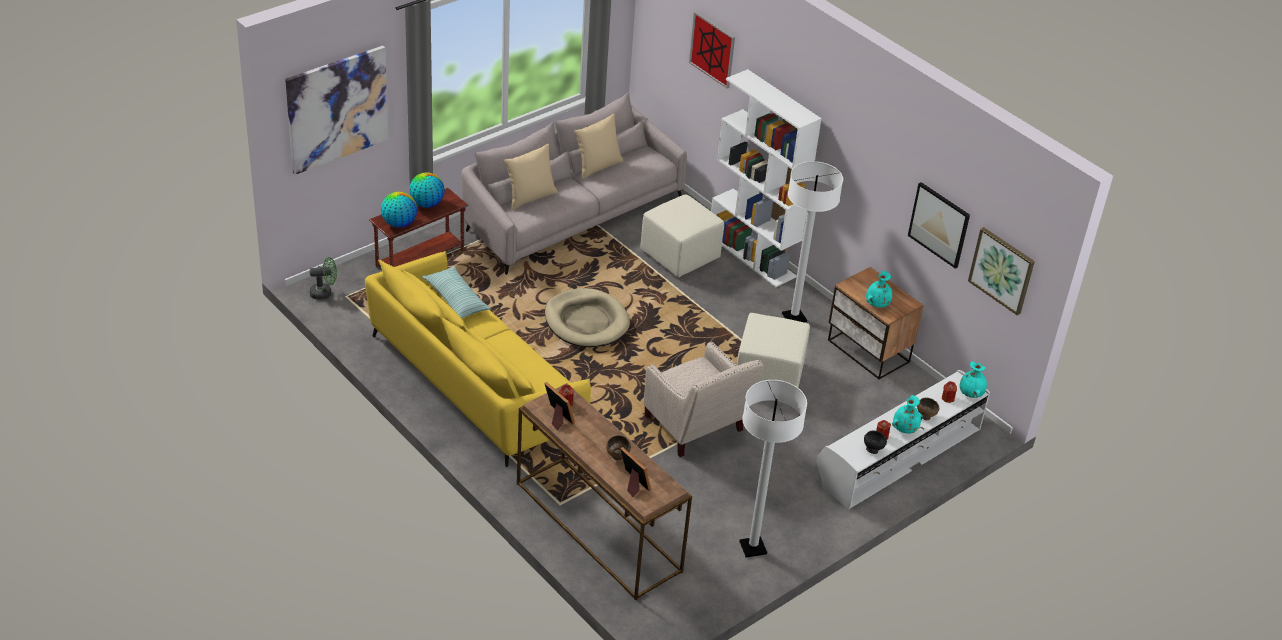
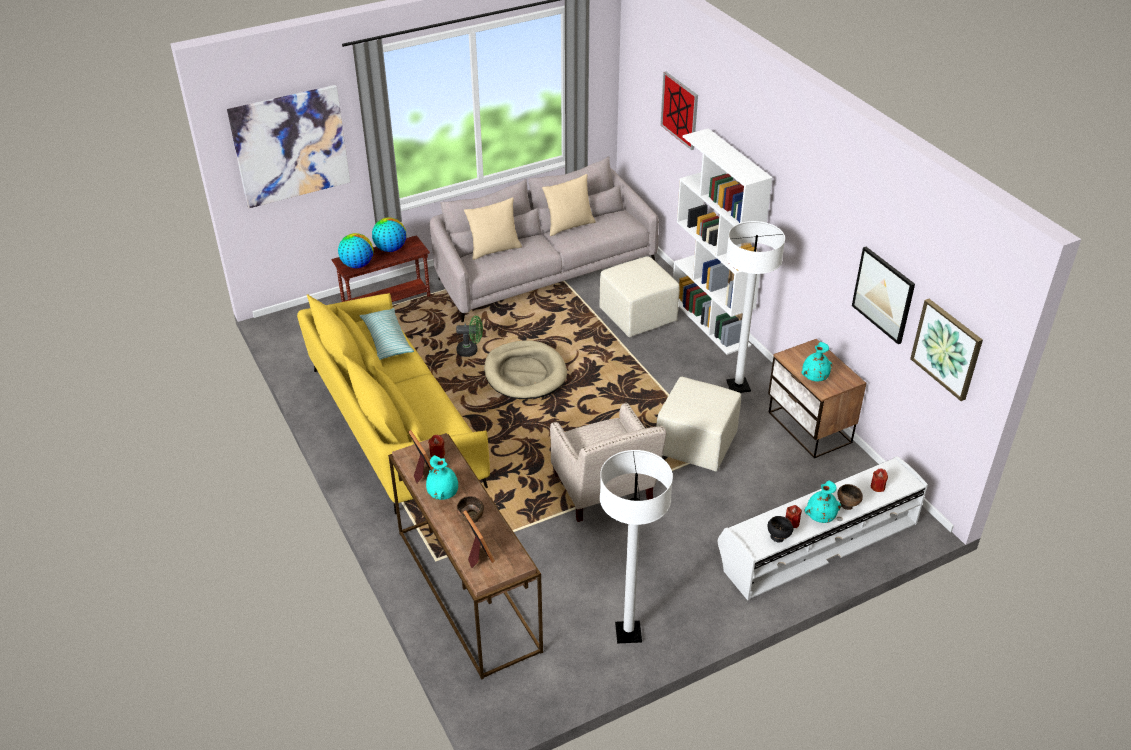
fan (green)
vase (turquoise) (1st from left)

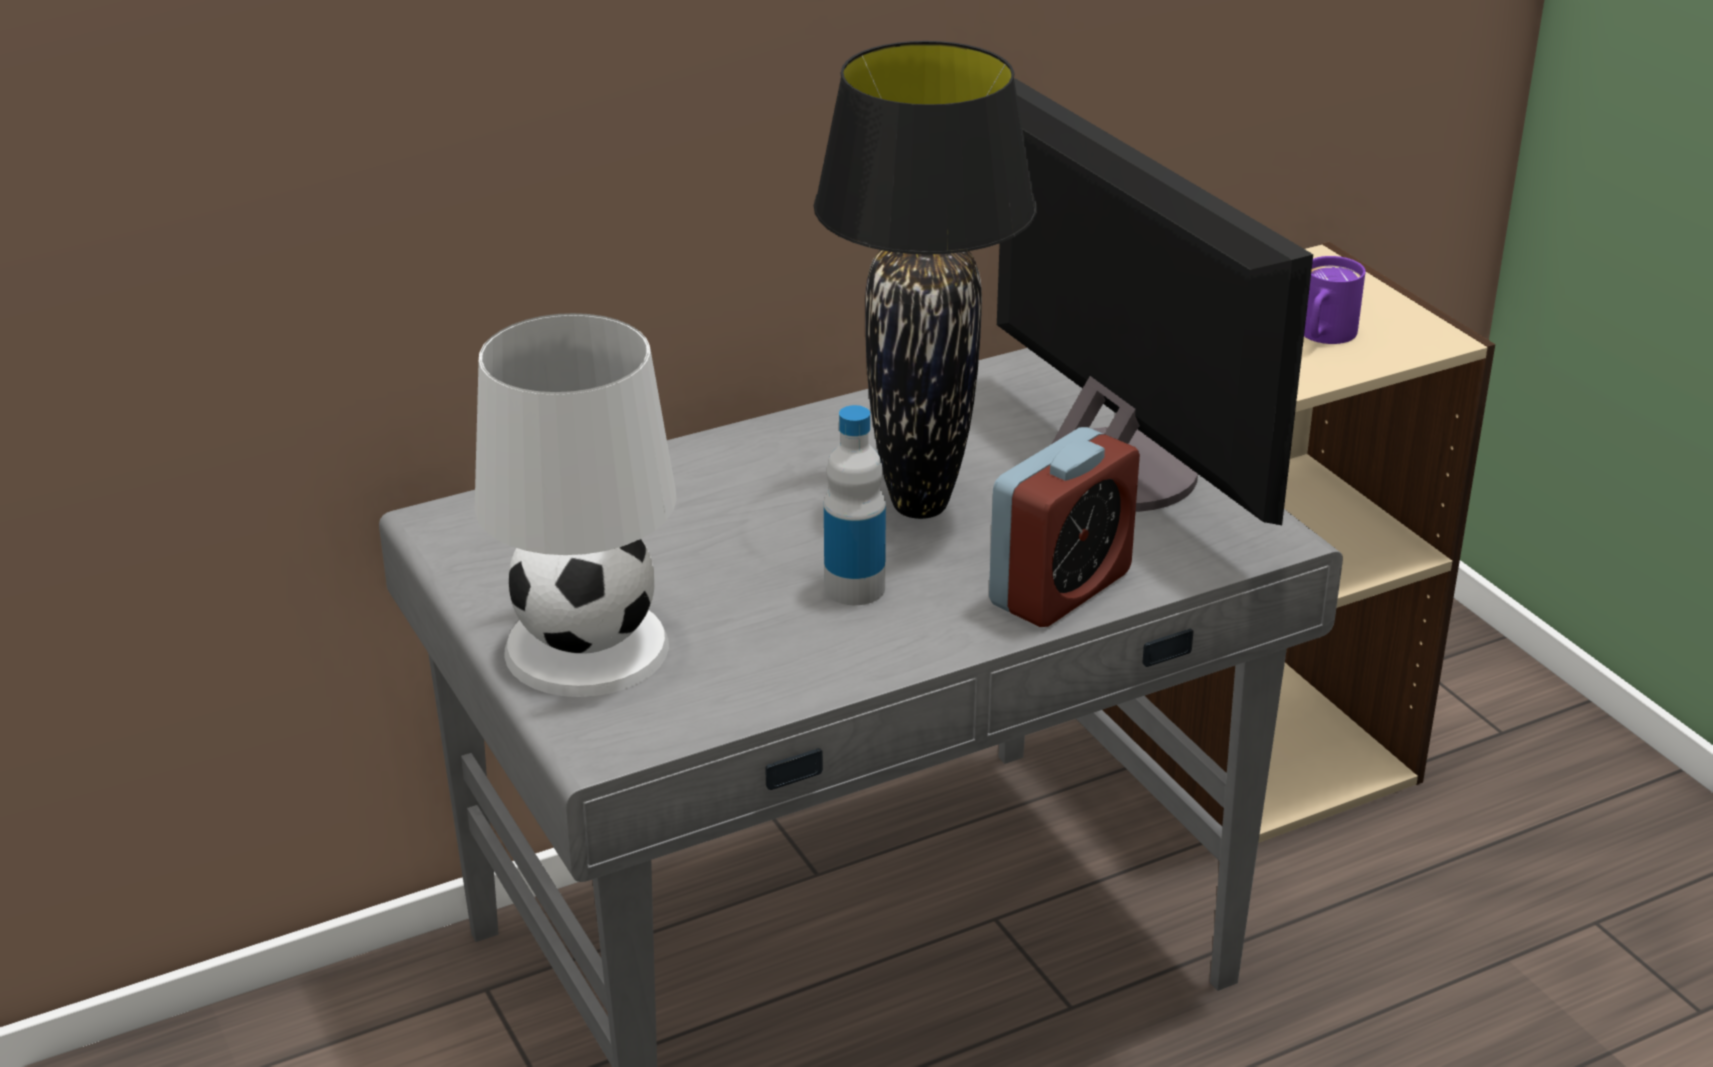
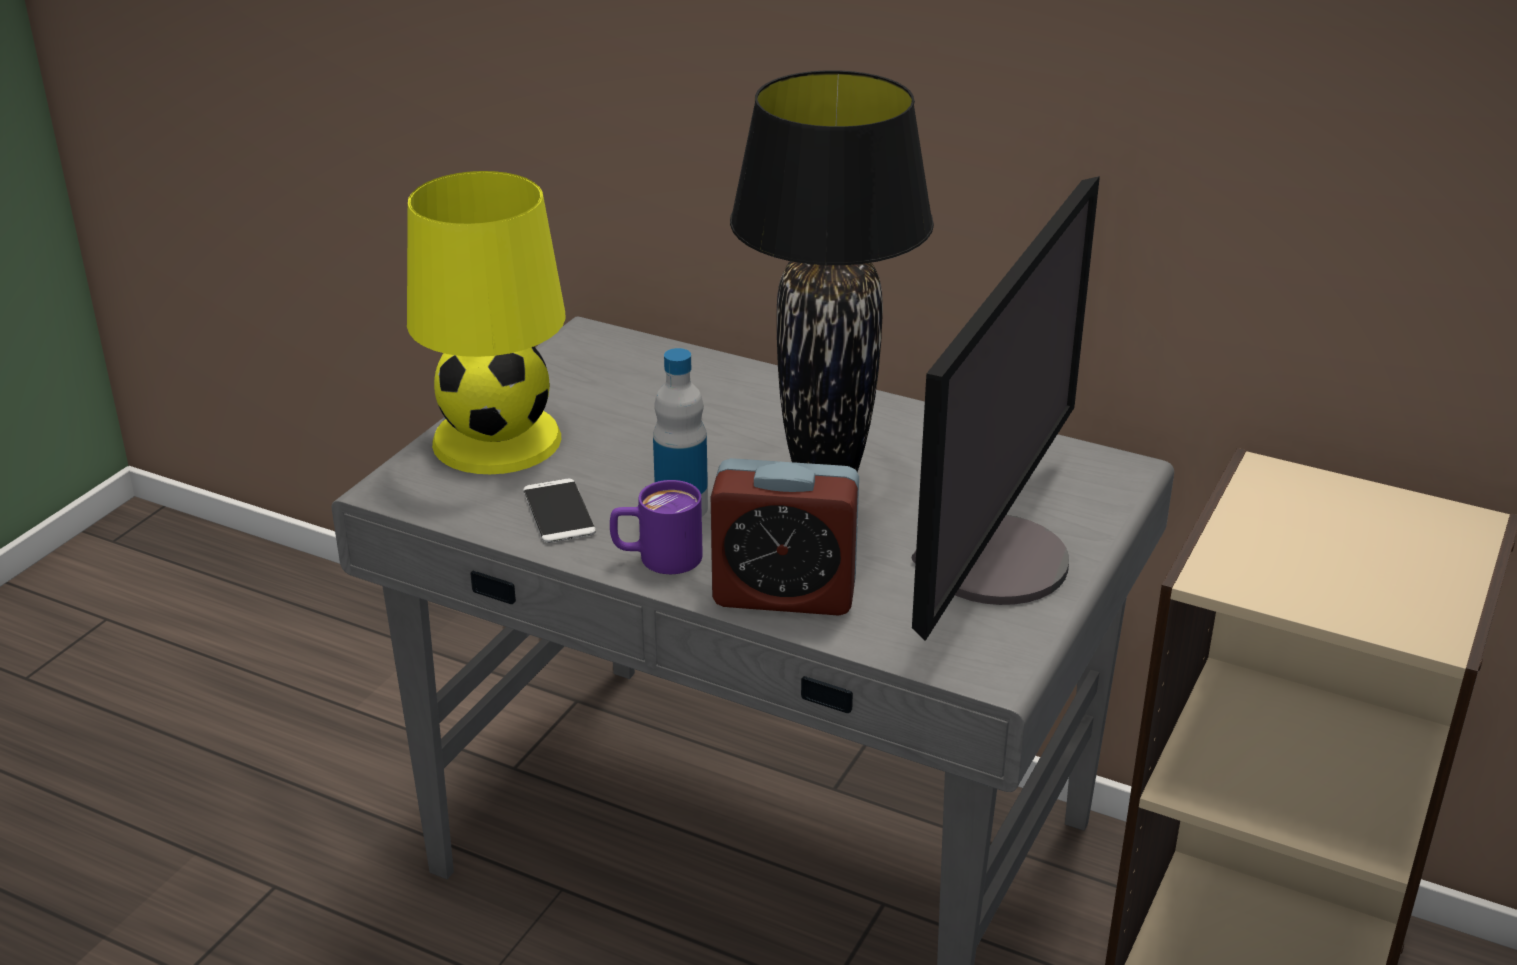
table lamp (yellow)
mug (purple)
phone

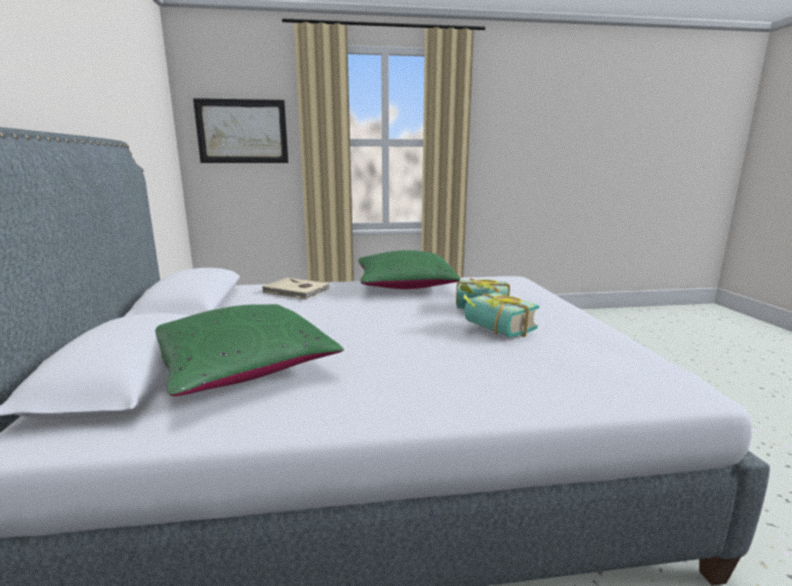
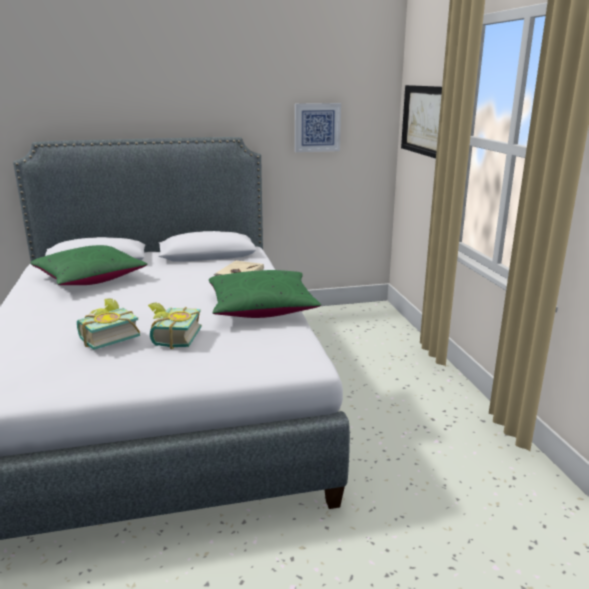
picture (1st from left)

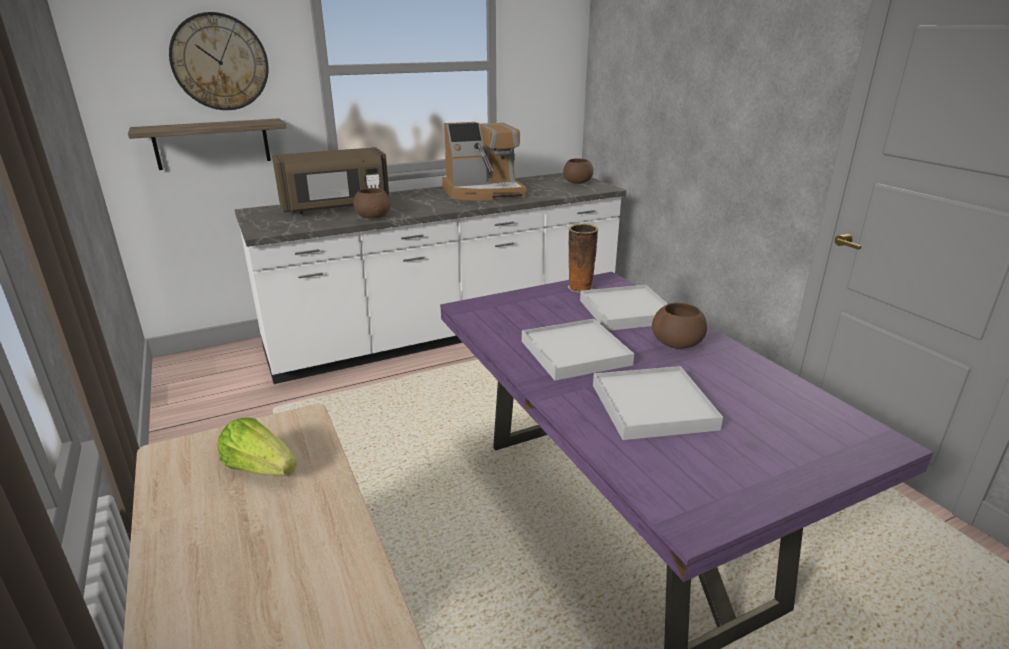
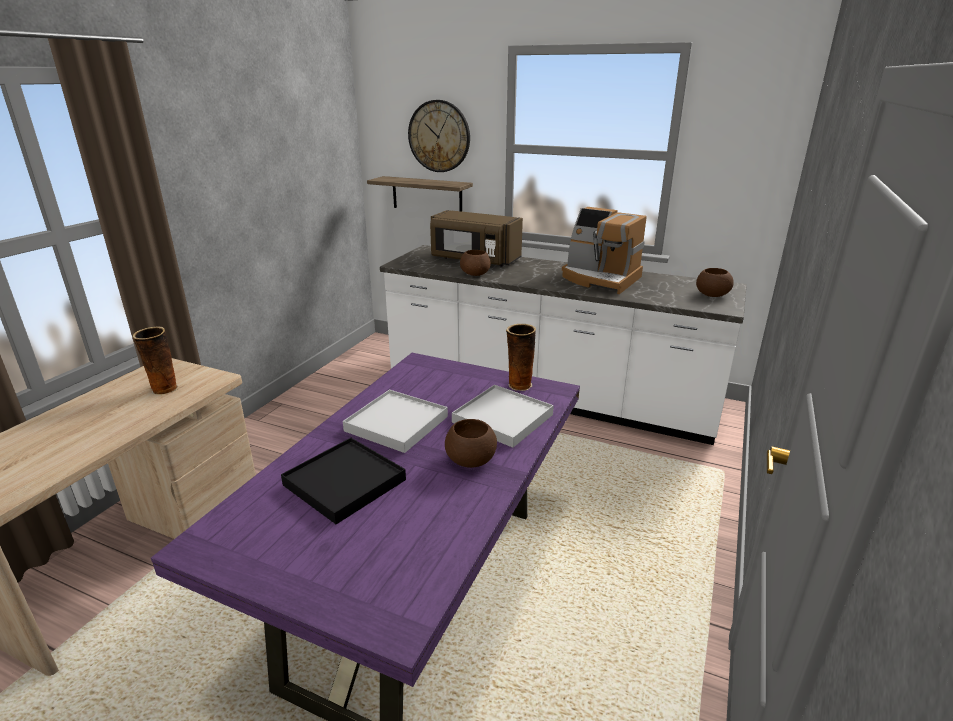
vase (1st from left)
tray (black)

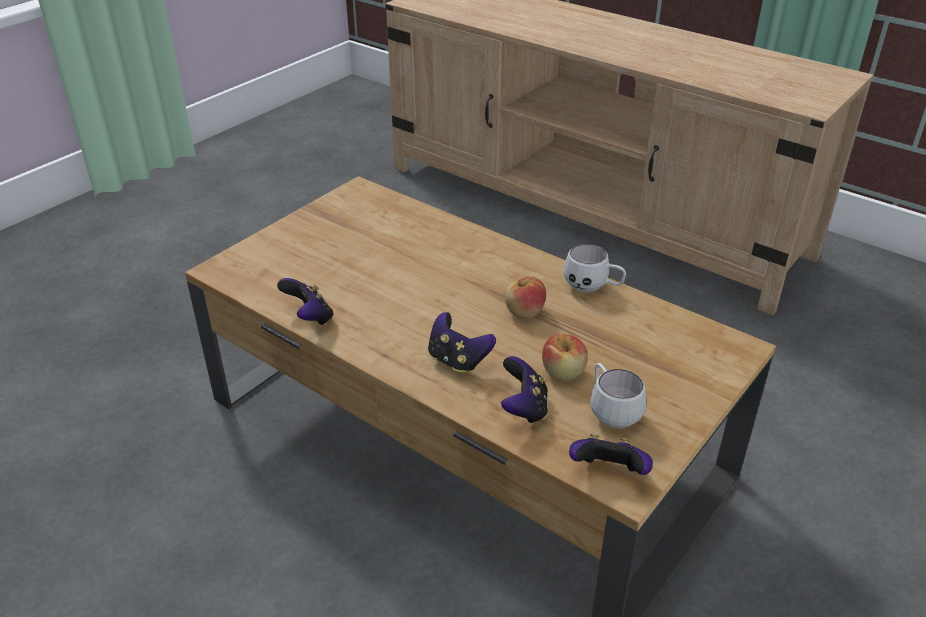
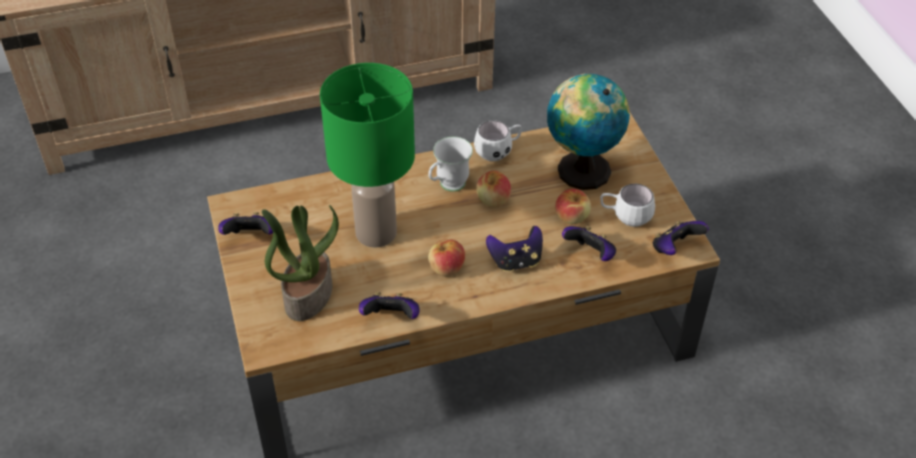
game controller (1st from left)
potted plant
table lamp (green)
mug (white) (1st from left)
apple (1st from left)
globe

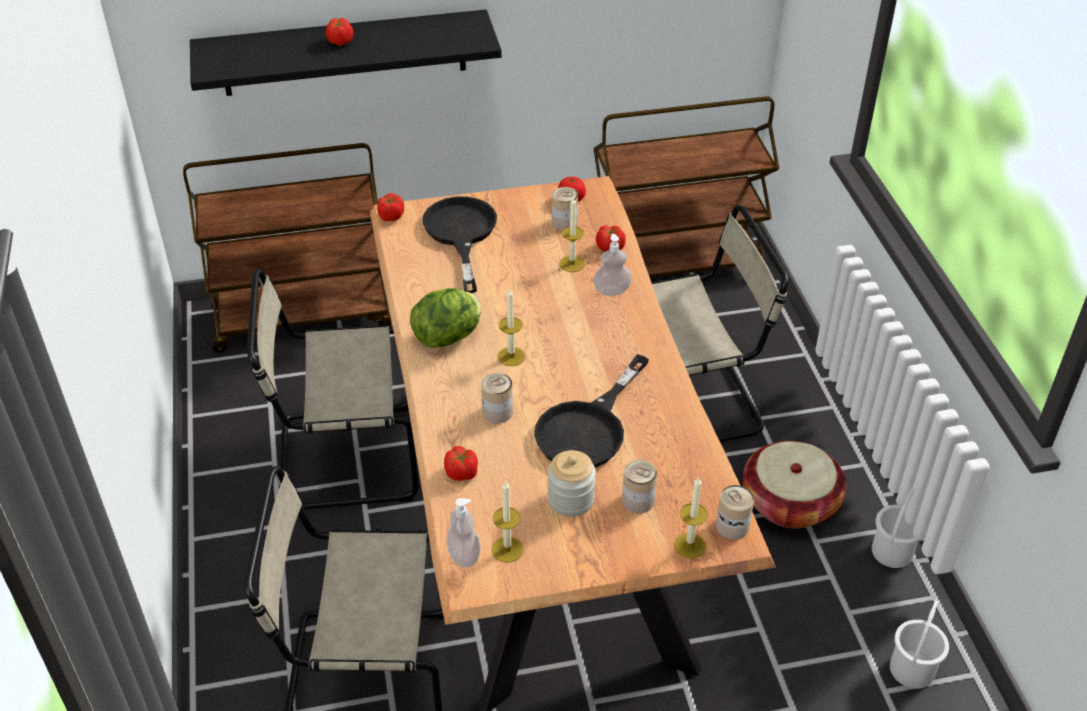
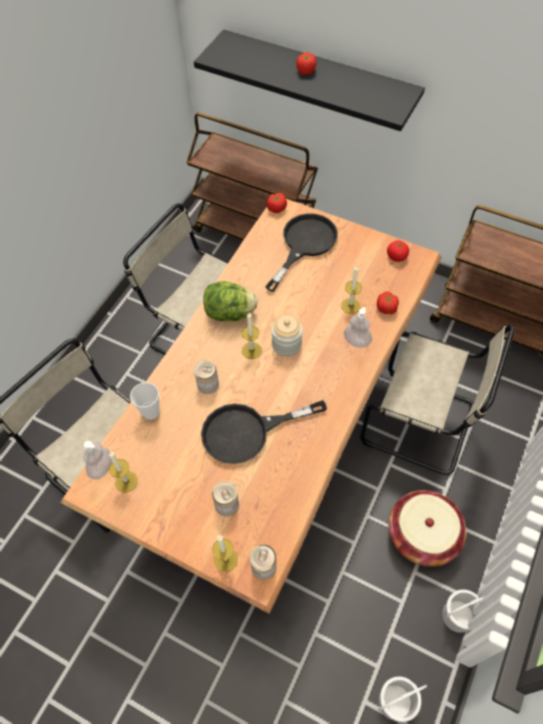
cup
jar
can (2nd from left in the first image)

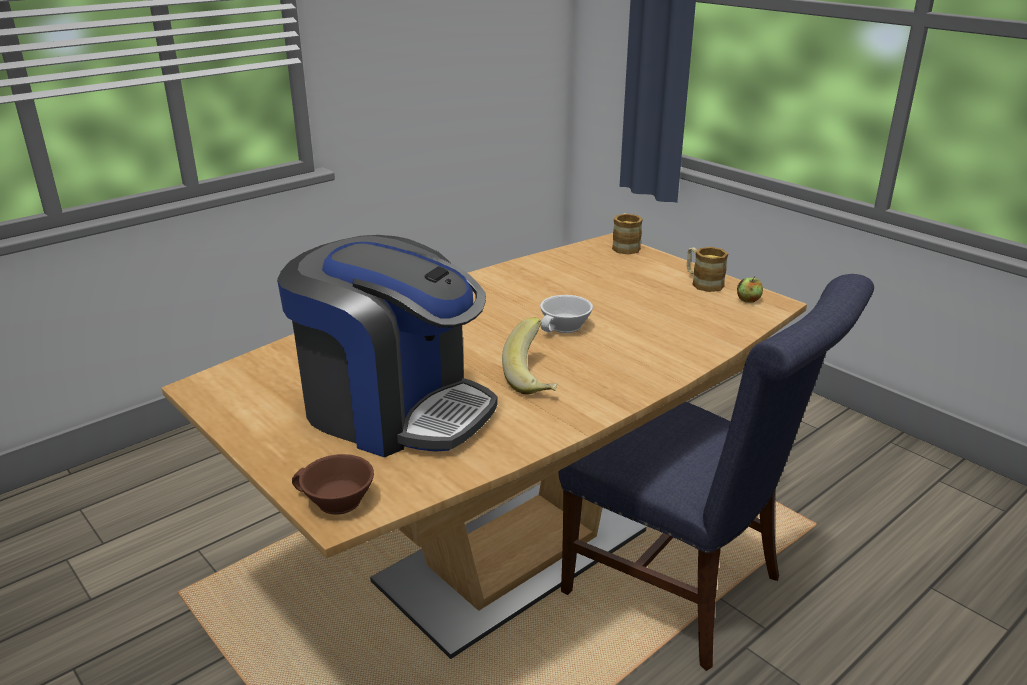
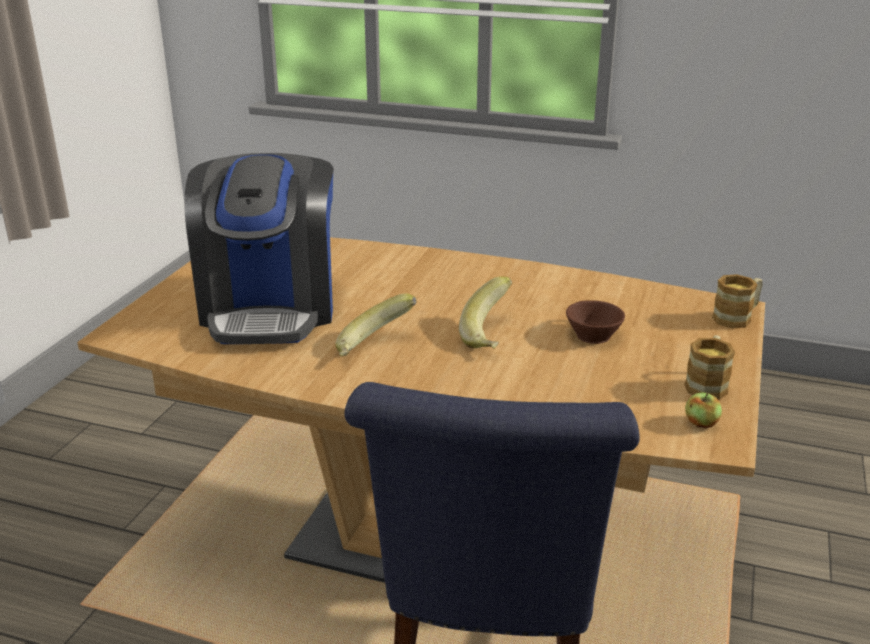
cup (brown)
banana (2nd from left)

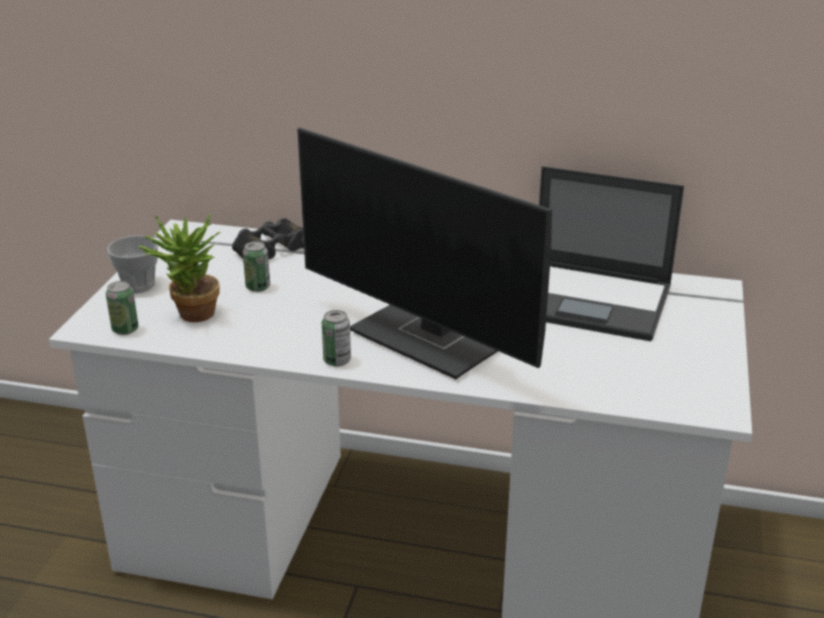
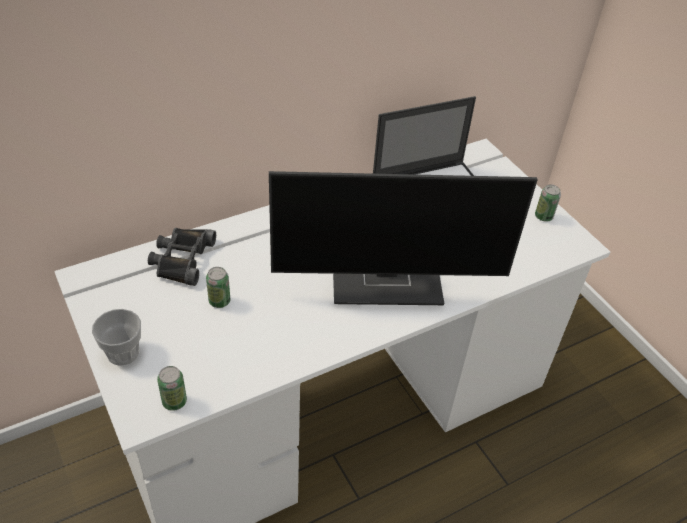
potted plant
can (3rd from left)

